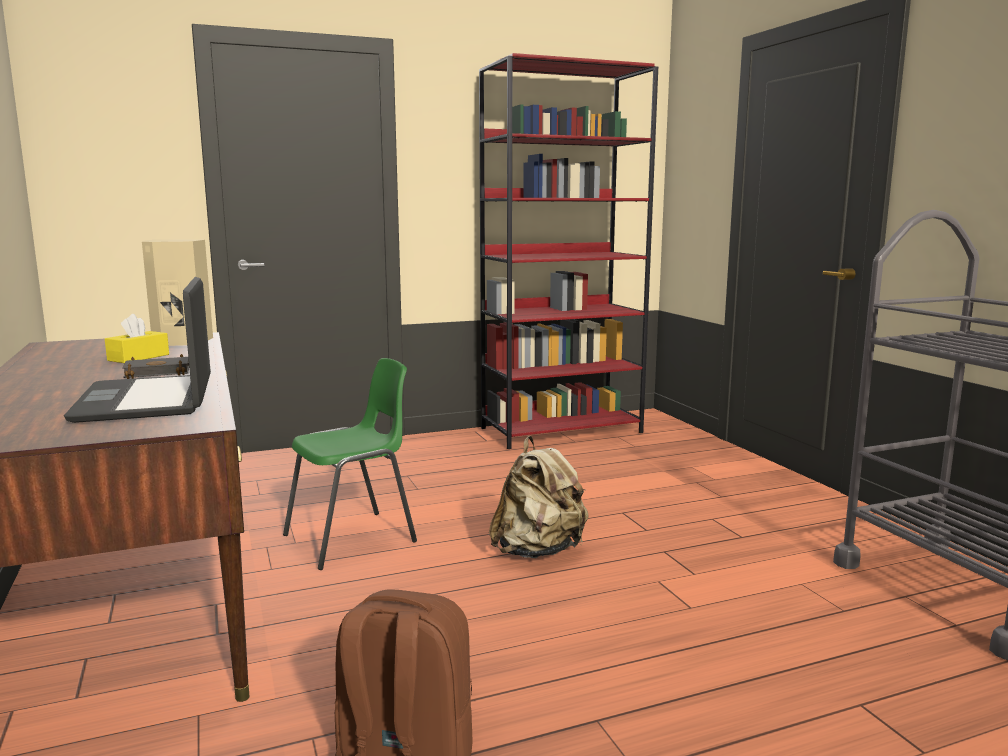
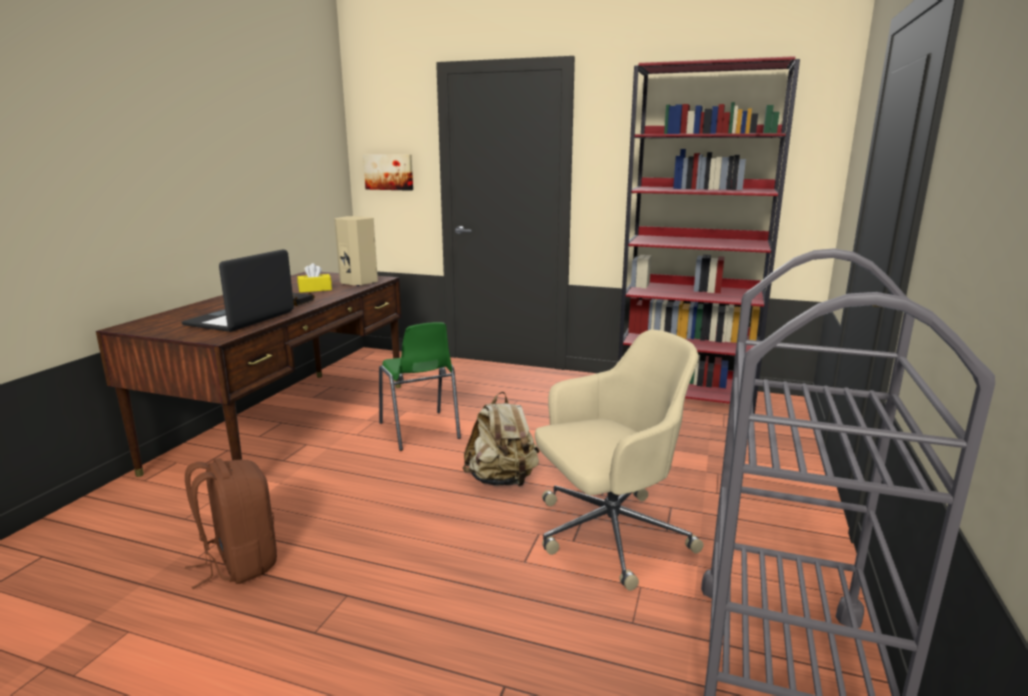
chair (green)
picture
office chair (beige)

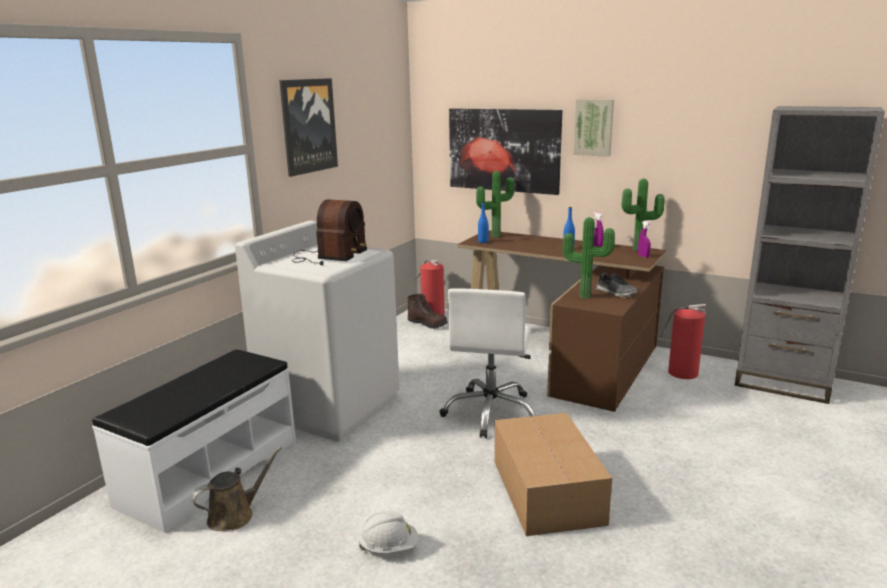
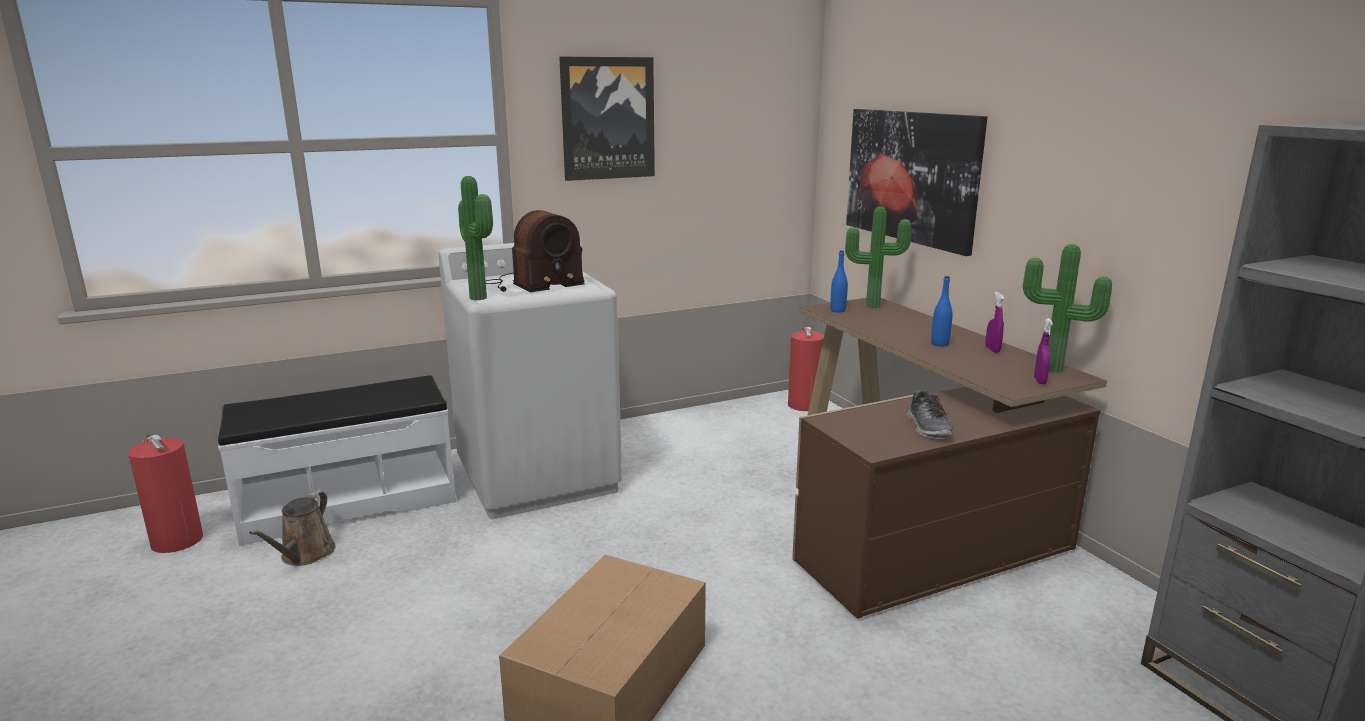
watering can (brown)
hard hat (white)
boot (brown)
office chair (white)
potted plant (1st from left)
picture (3rd from left in the first image)
fire extinguisher (1st from left)

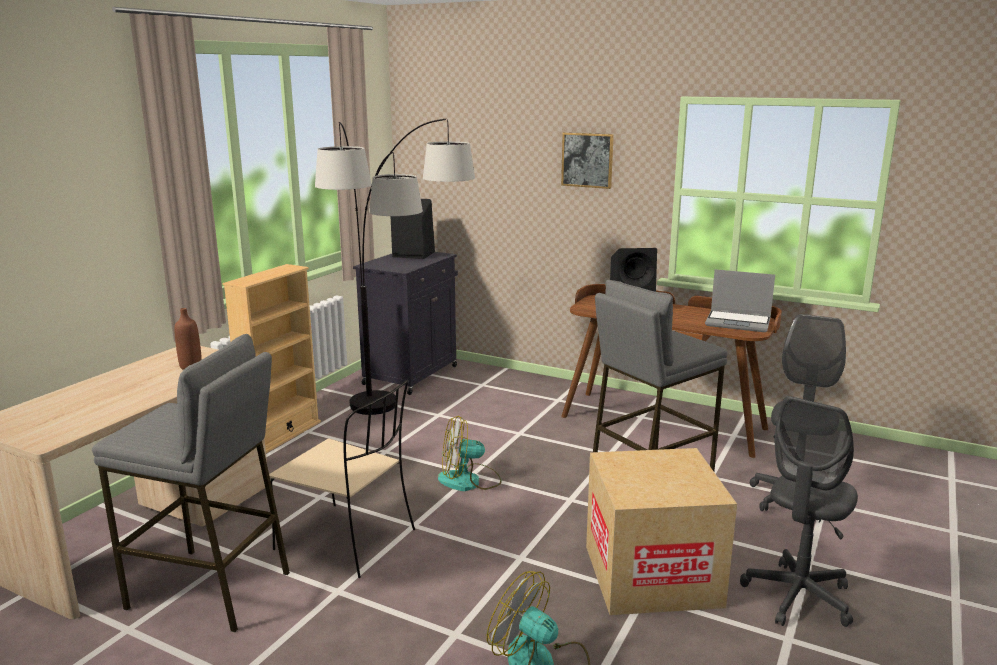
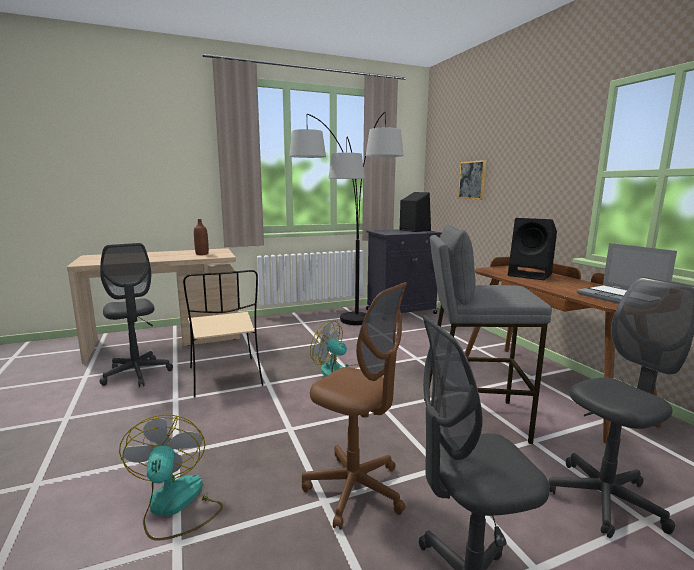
office chair (grey) (1st from left)
bookcase (beige)
picture
office chair (brown)

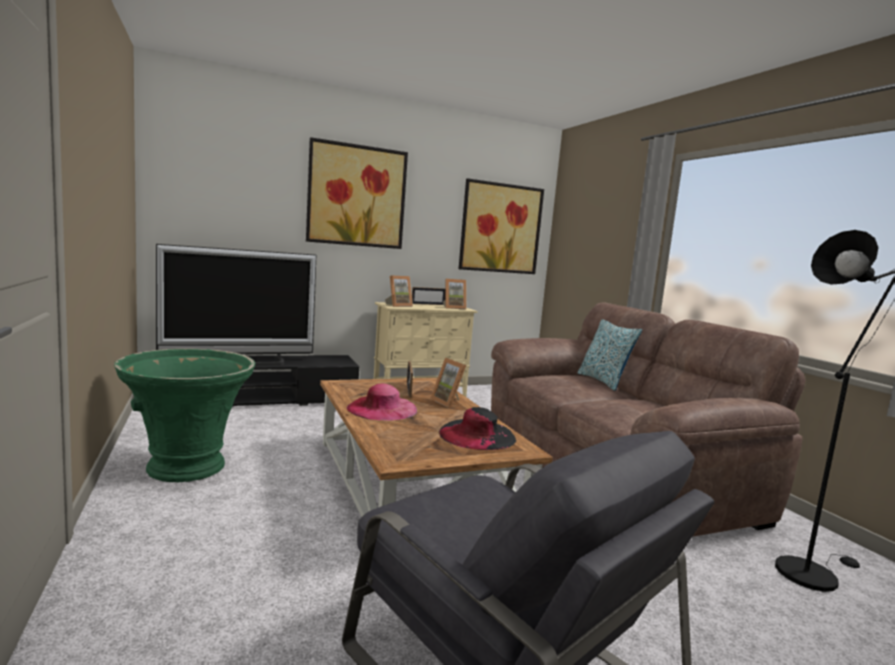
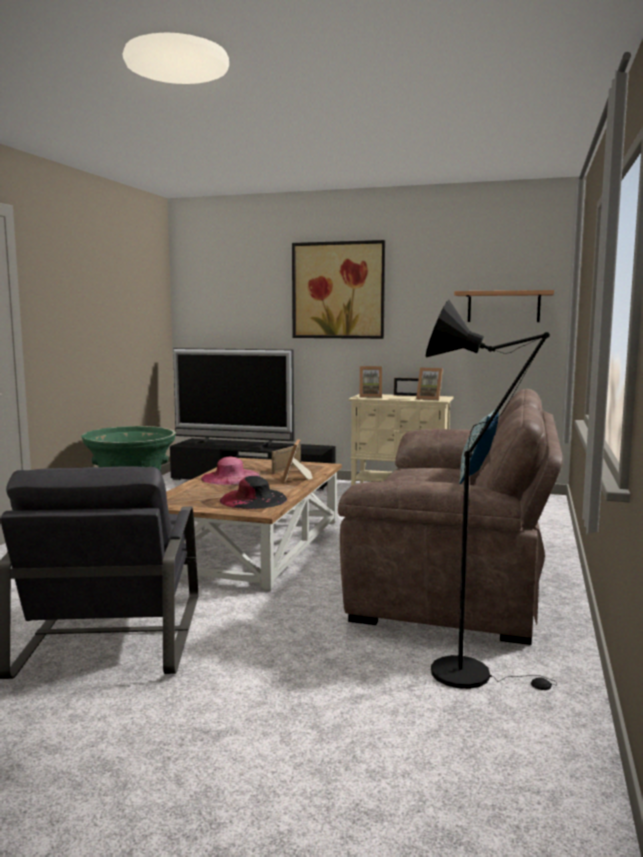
shelf

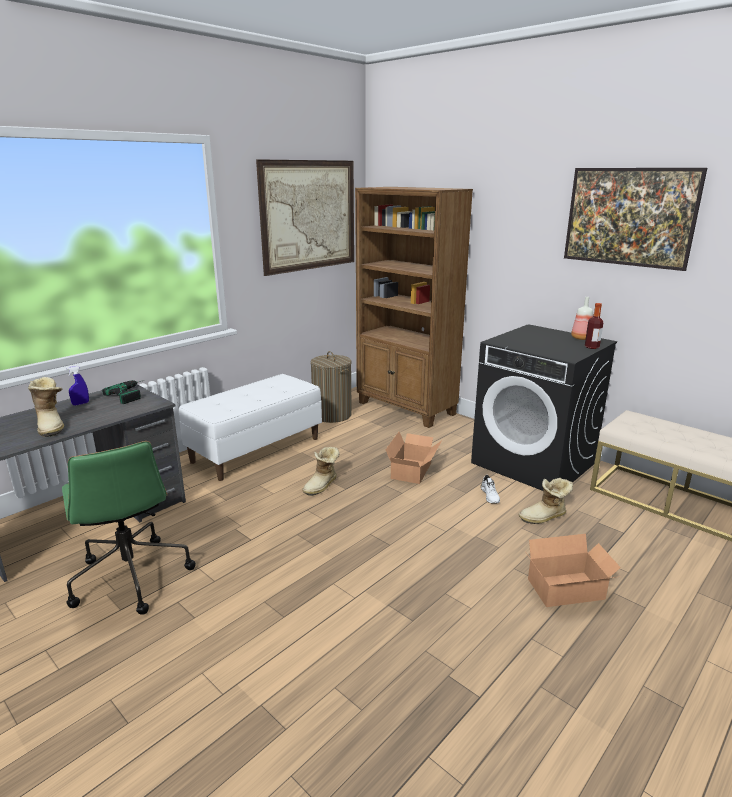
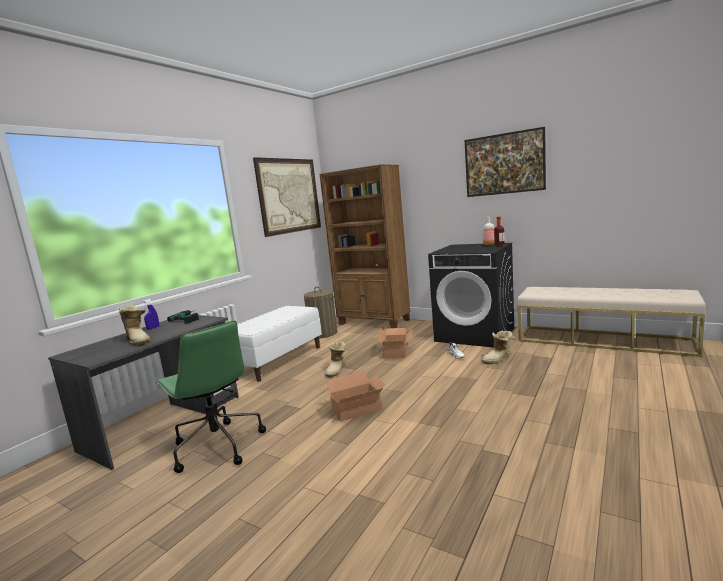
cardboard box (1st from left)

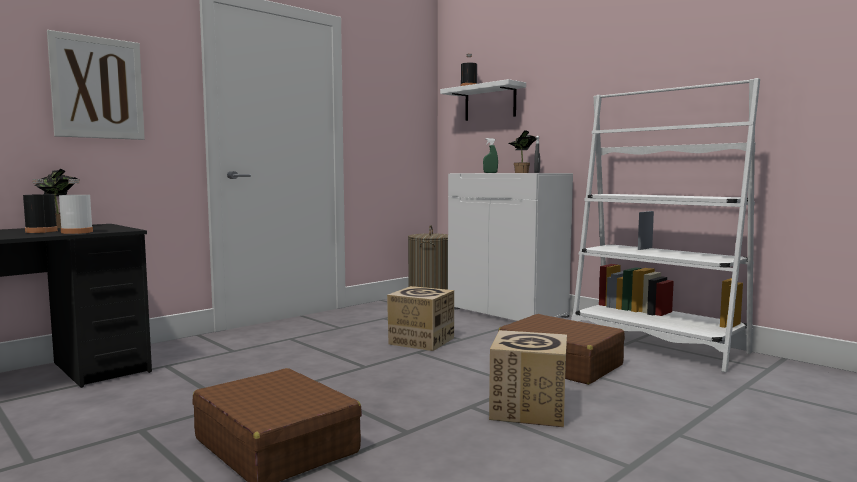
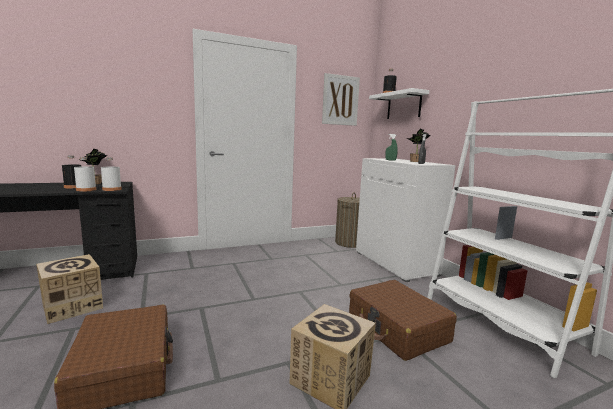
picture
cardboard box (1st from left)
bottle (white) (2nd from left)

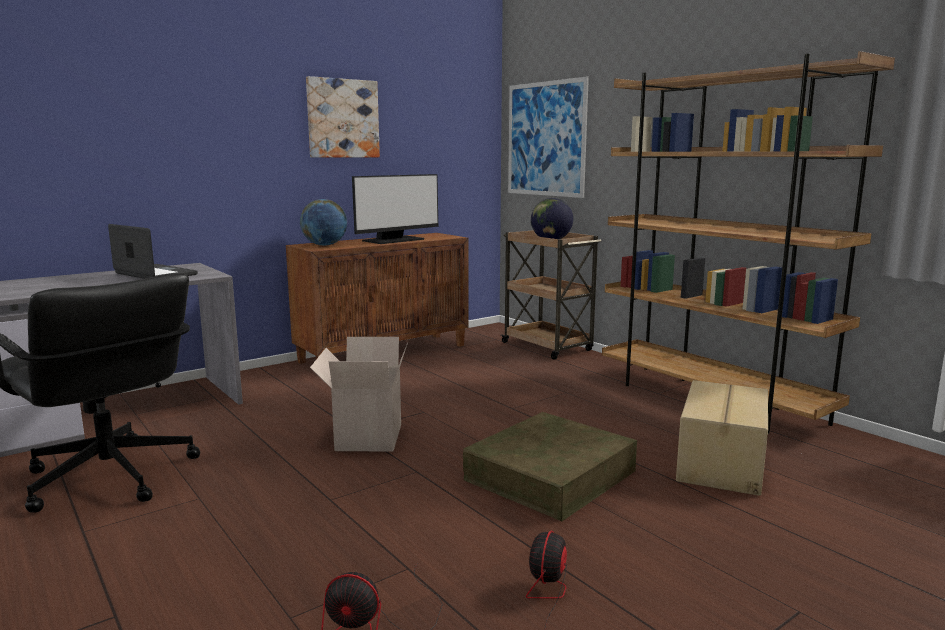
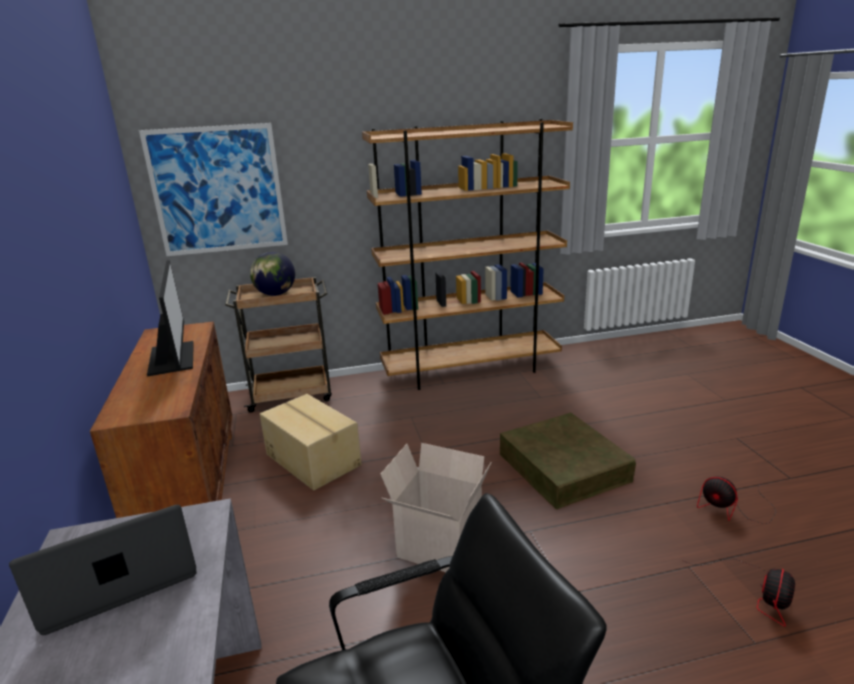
globe (1st from left in the first image)
picture (1st from left in the first image)
cardboard box (1st from left)

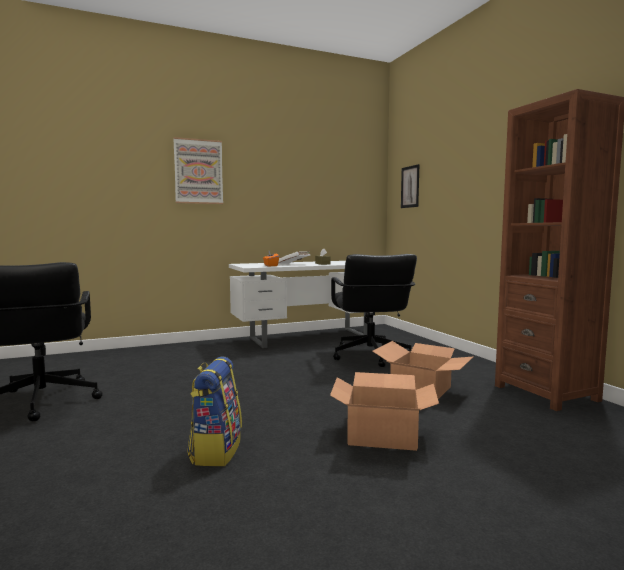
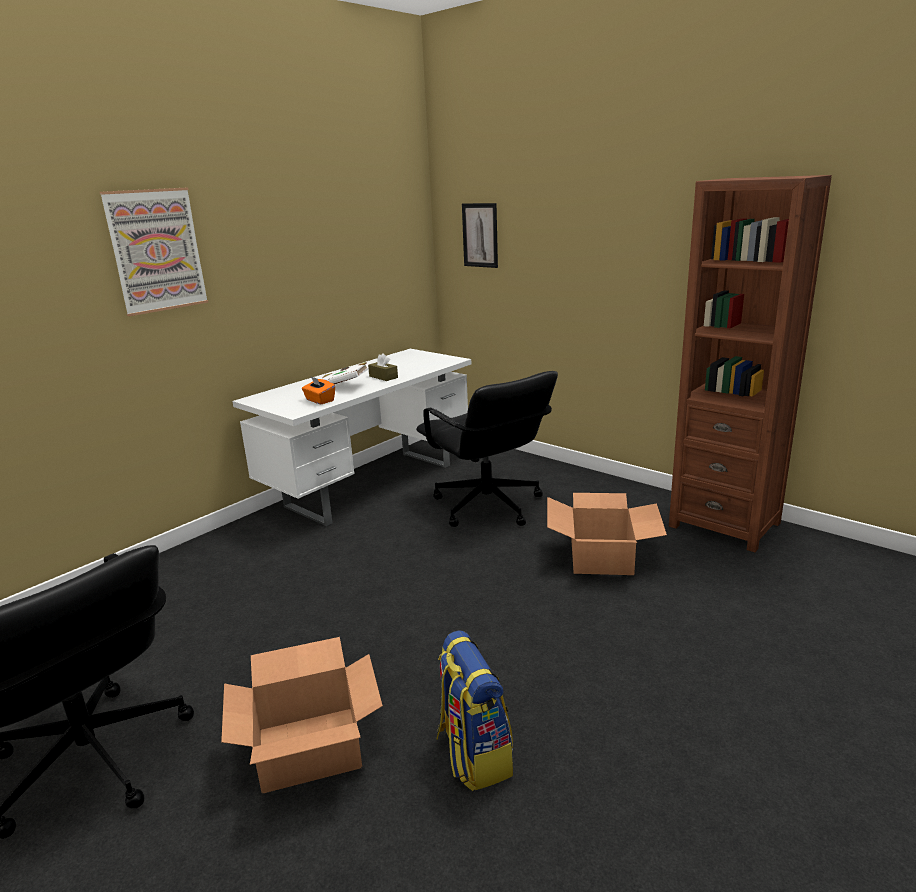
cardboard box (1st from left)

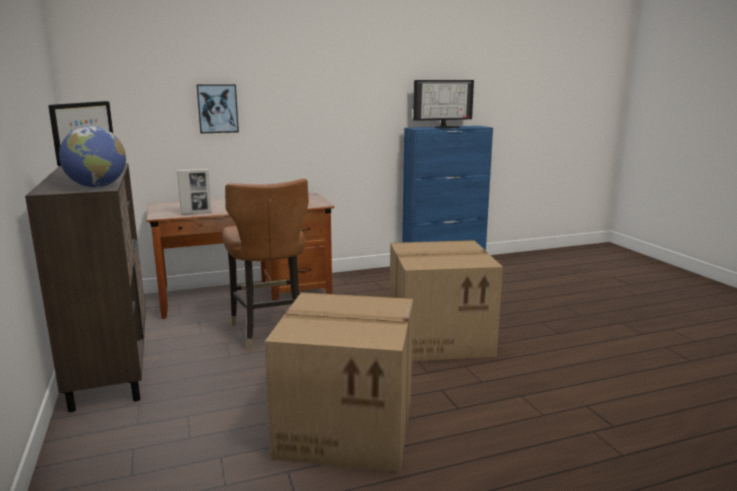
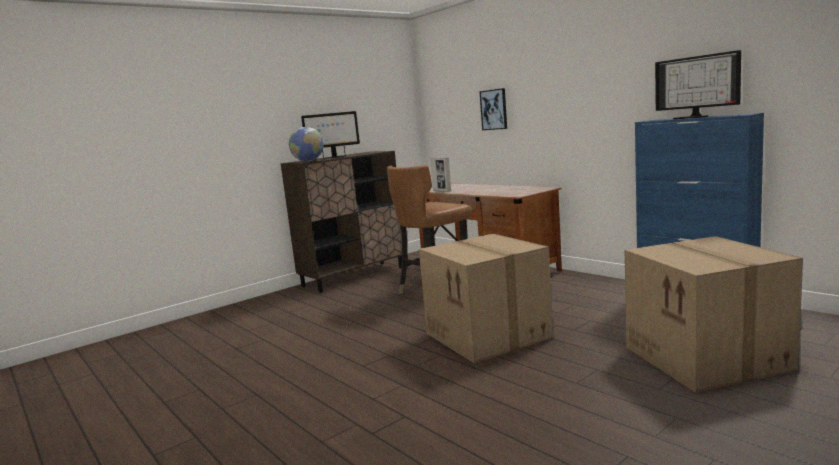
cardboard box (2nd from left)

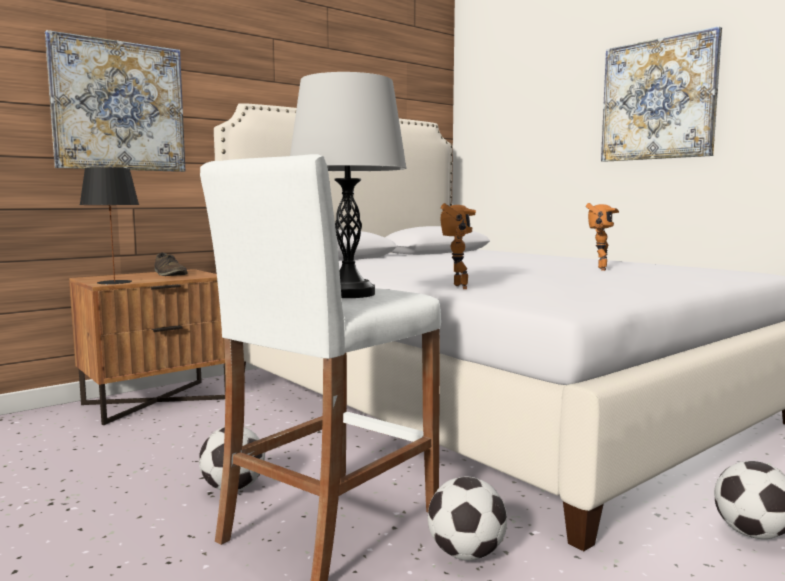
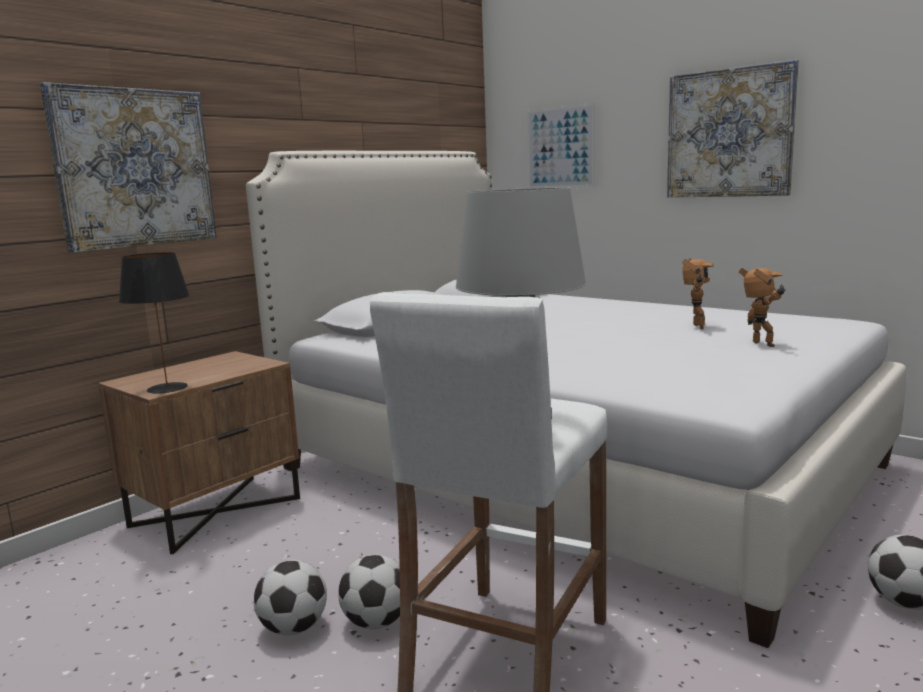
shoe (brown)
football (1st from left)
toy robot (2nd from left)
picture (2nd from left)

